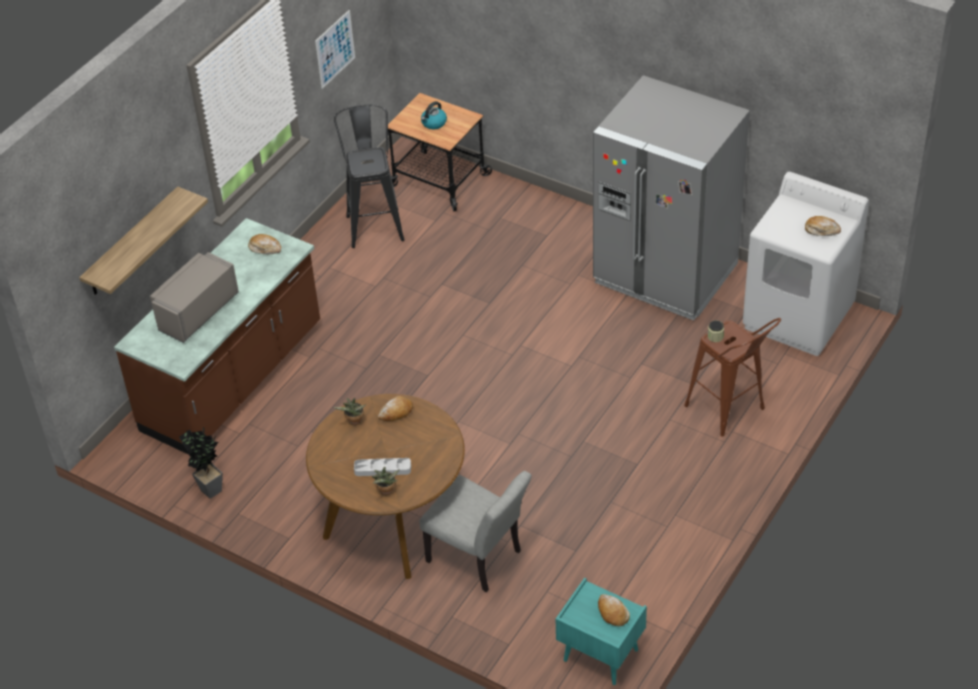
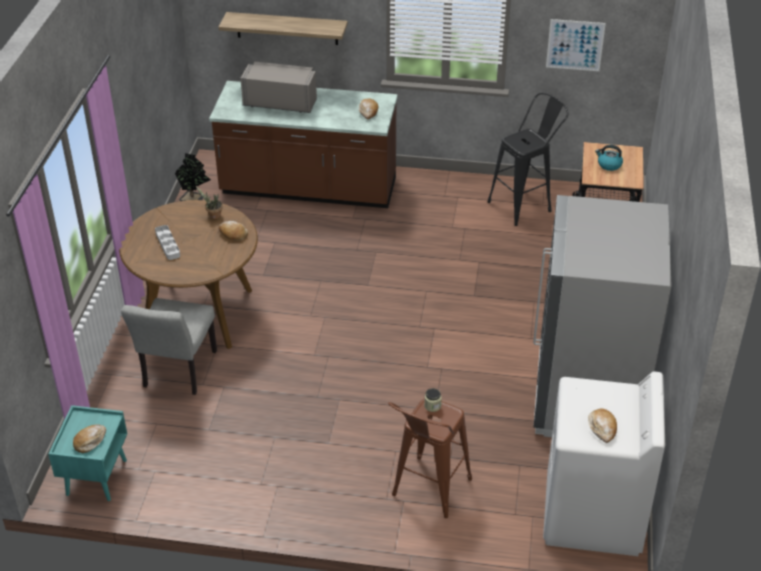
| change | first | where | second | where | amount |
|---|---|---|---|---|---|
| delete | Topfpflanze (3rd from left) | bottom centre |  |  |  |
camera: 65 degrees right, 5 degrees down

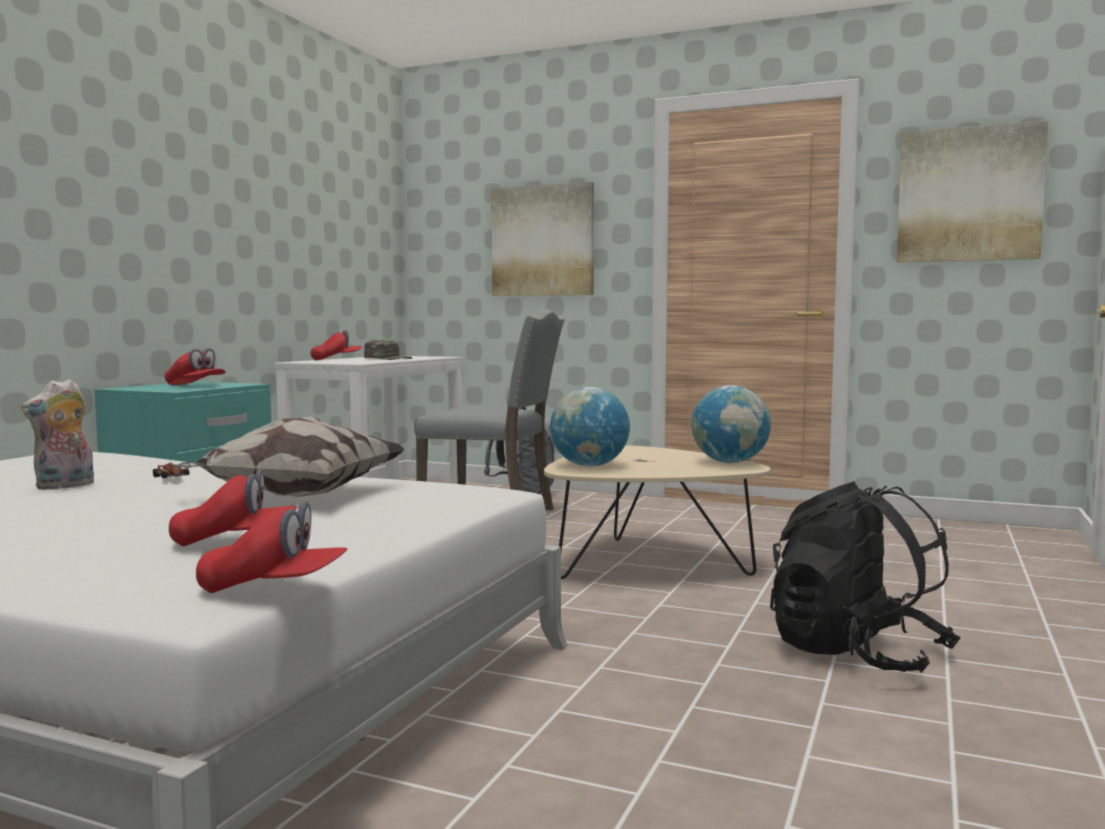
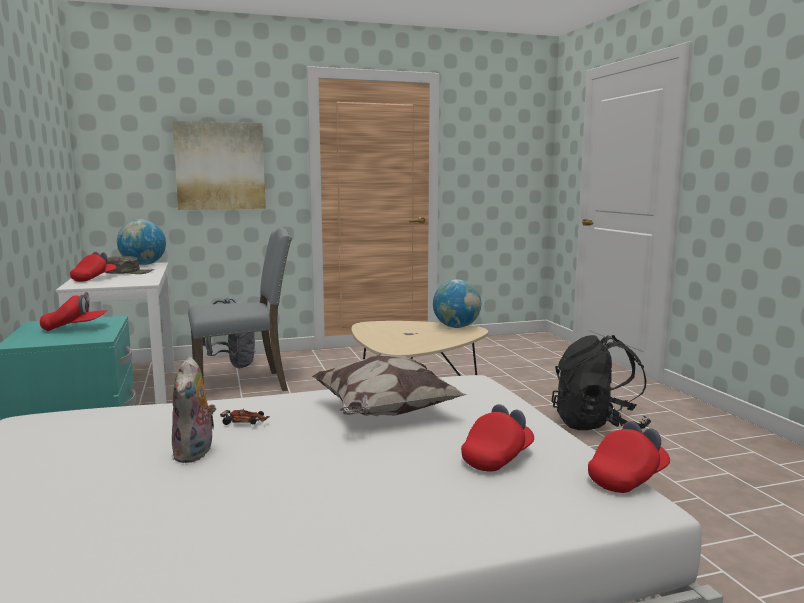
| change | first | where | second | where | amount |
|---|---|---|---|---|---|
| delete | Bild (2nd from left) | top right |  |  |  |
| move | Globus (1st from left) | centre |  | middle left |  |
camera: 40 degrees left, 5 degrees up

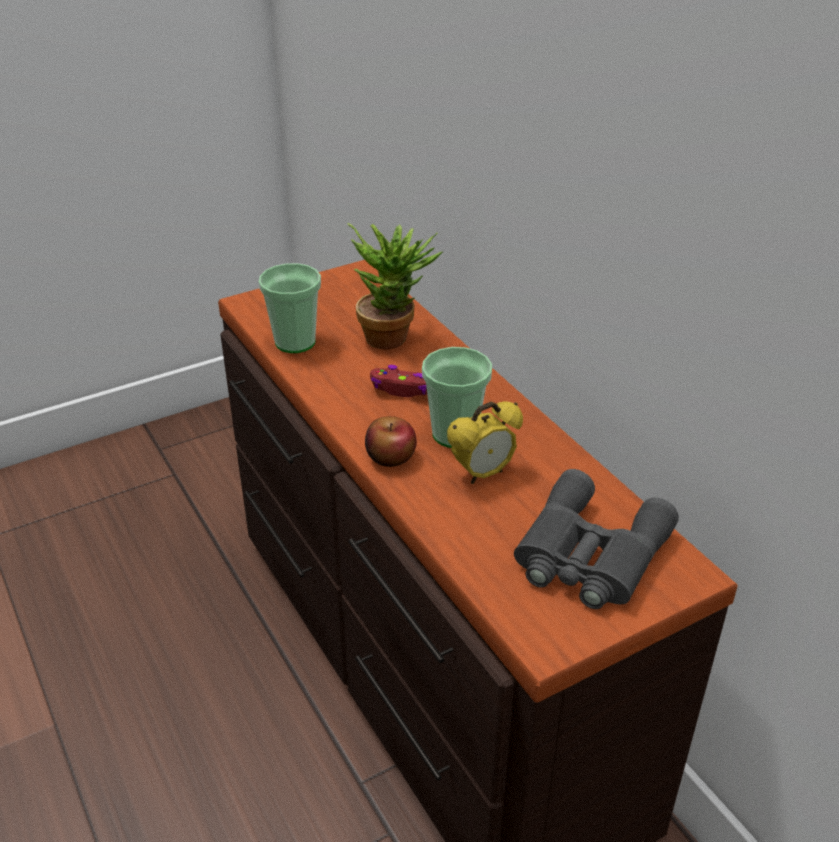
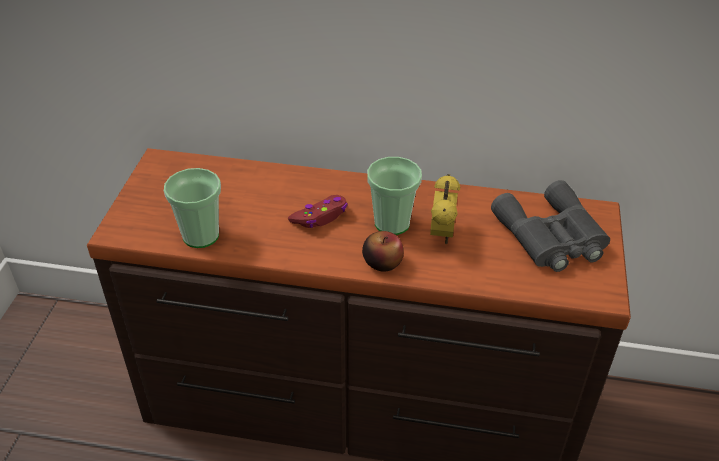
| change | first | where | second | where | amount |
|---|---|---|---|---|---|
| delete | Topfpflanze | centre |  |  |  |
camera: 50 degrees left, 5 degrees up

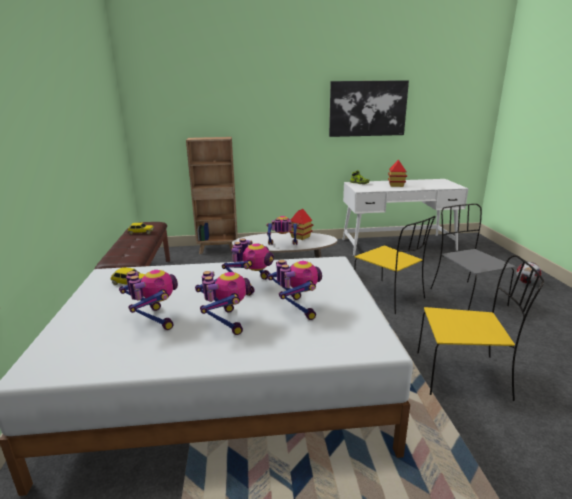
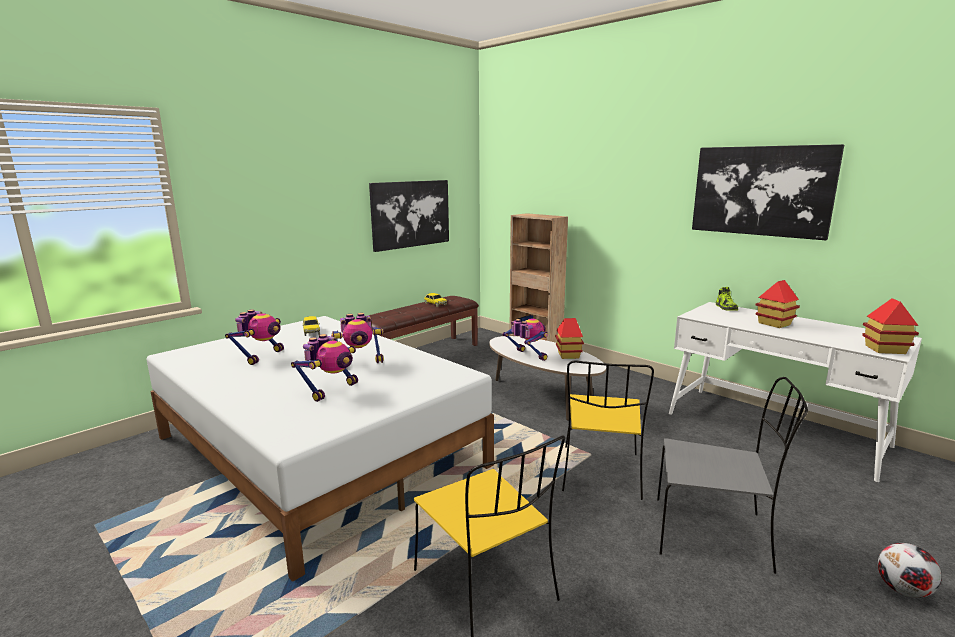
| change | first | where | second | where | amount |
|---|---|---|---|---|---|
| rotate | Stuhl (grau) | middle right |  | bottom right | 75 degrees clockwise |
| delete | Spielzeugroboter (2nd from left) | centre |  |  |  |
| insert |  |  | Bild (1st from left) | centre |  |
| insert |  |  | Spielzeughaus (3rd from left) | middle right |  |
camera: 50 degrees right, 5 degrees down

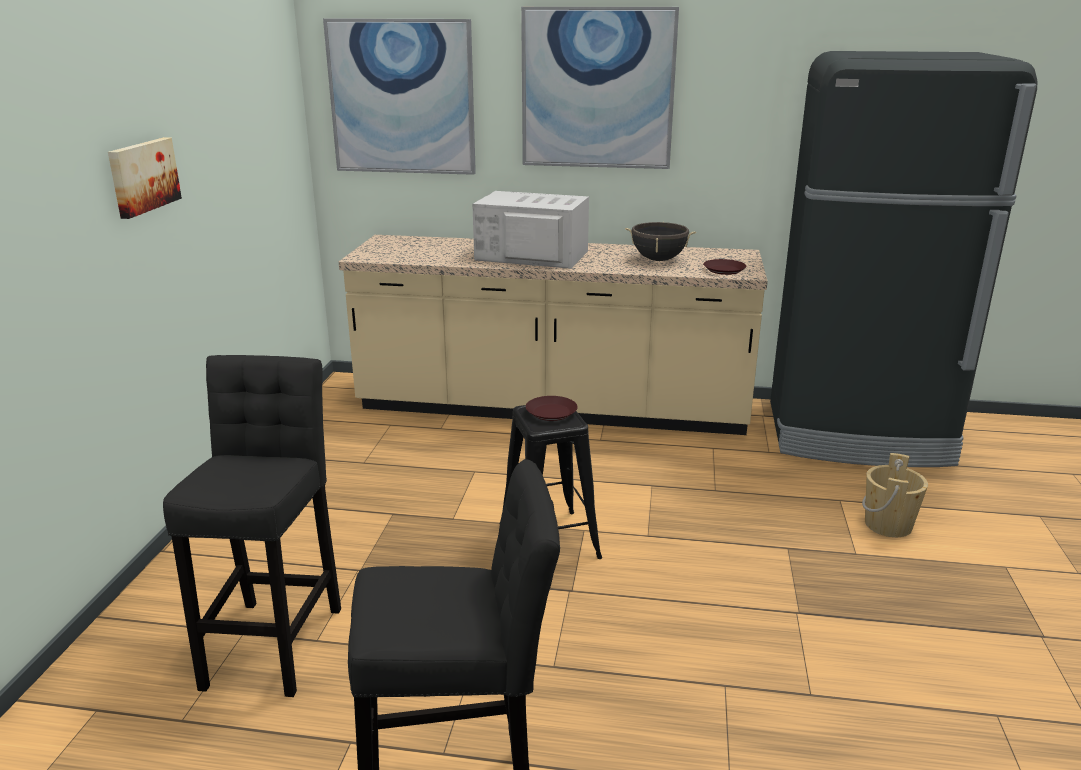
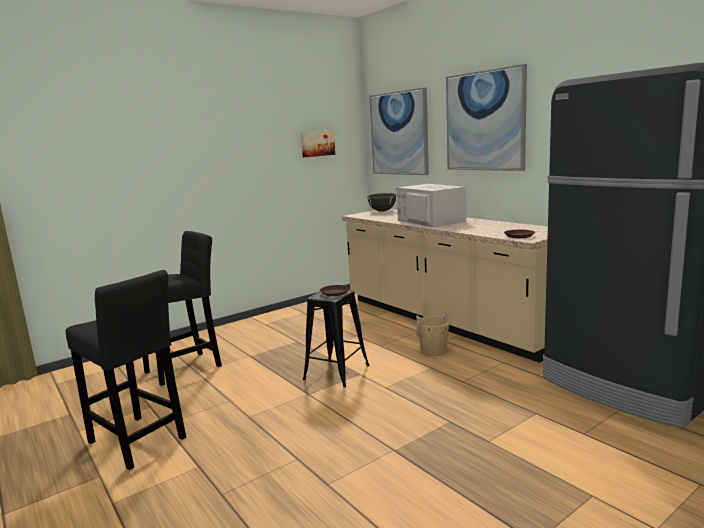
| change | first | where | second | where | amount |
|---|---|---|---|---|---|
| move | Bild (1st from left) | top left |  | top centre |  |
| move | Kochtopf (schwarz) | top centre |  | centre |  |
| move | Eimer (beige) | middle right |  | centre |  |
camera: 45 degrees right, 10 degrees down

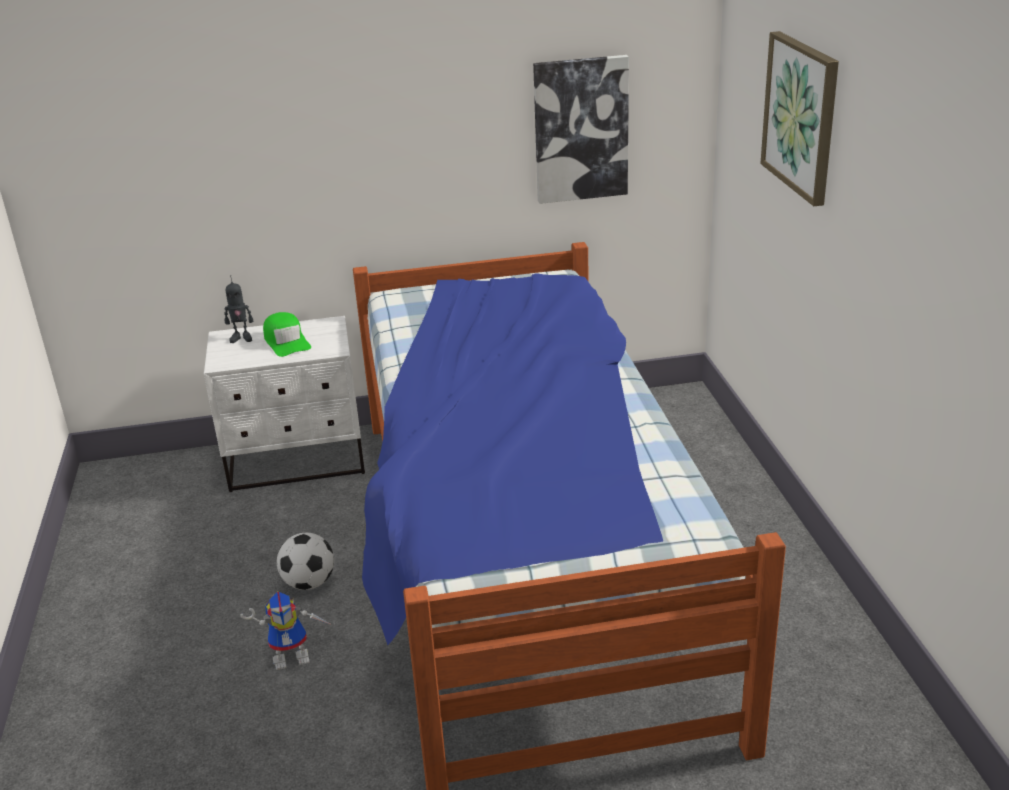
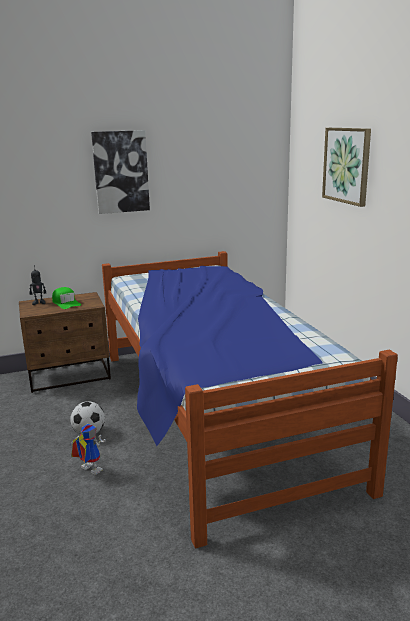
| change | first | where | second | where | amount |
|---|---|---|---|---|---|
| move | Bild (1st from left) | top centre |  | top left |  |
| recolor | Nachttisch (weiß) | middle left | Nachttisch (braun) | middle left |  |
| rotate | Spielzeugroboter (2nd from left) | bottom left |  | bottom left | 120 degrees counterclockwise |
camera: 10 degrees left, 10 degrees down

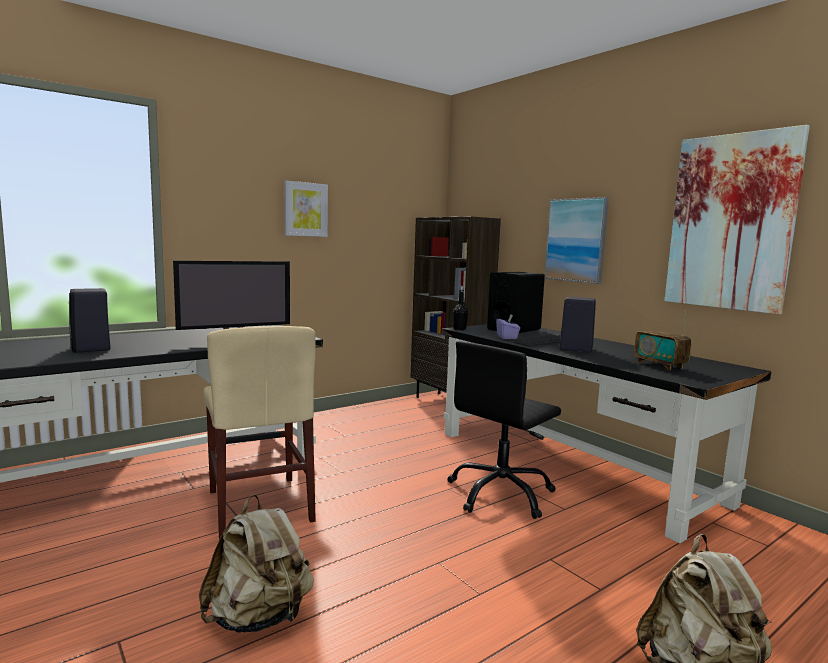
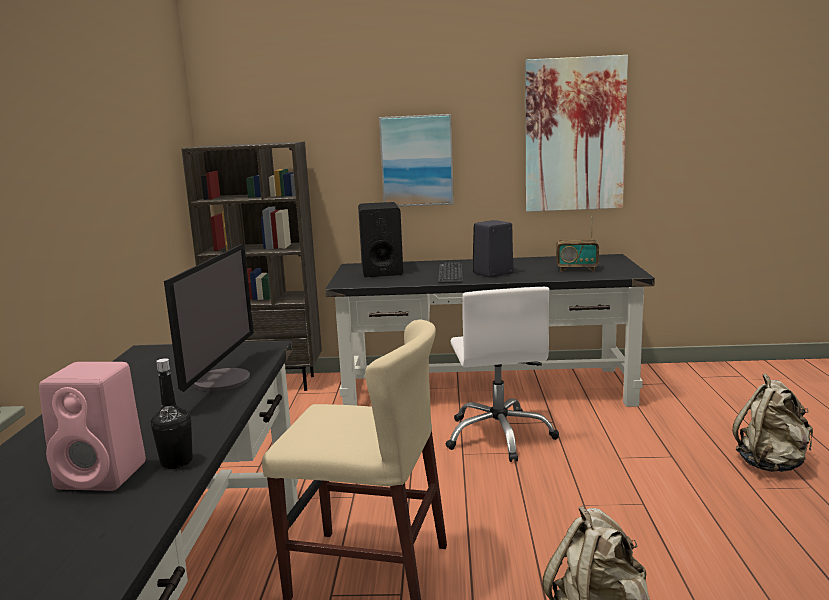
| change | first | where | second | where | amount |
|---|---|---|---|---|---|
| delete | Bild (1st from left) | top centre |  |  |  |
| move | Flasche (schwarz) | centre |  | bottom left |  |
| recolor | Lautsprecher (schwarz) (1st from left) | middle left | Lautsprecher (rosa) | bottom left |  |
| delete | Taschentuchbox (lila) | centre |  |  |  |
| recolor | Bürostuhl (schwarz) | centre | Bürostuhl (weiß) | centre |  |
camera: 50 degrees left, 5 degrees up

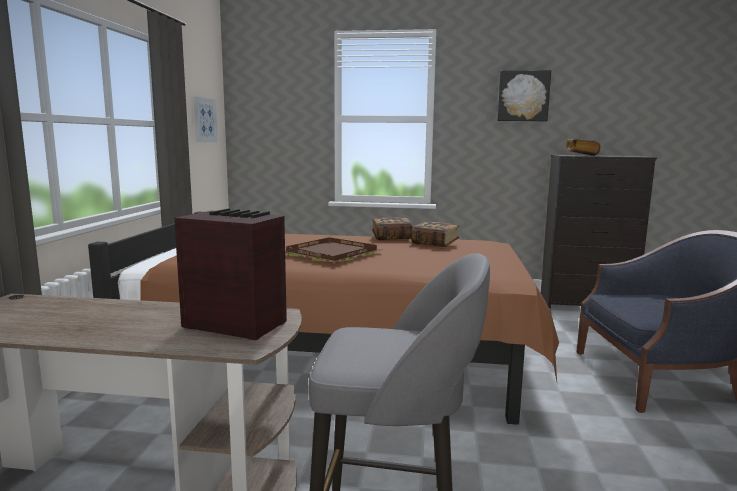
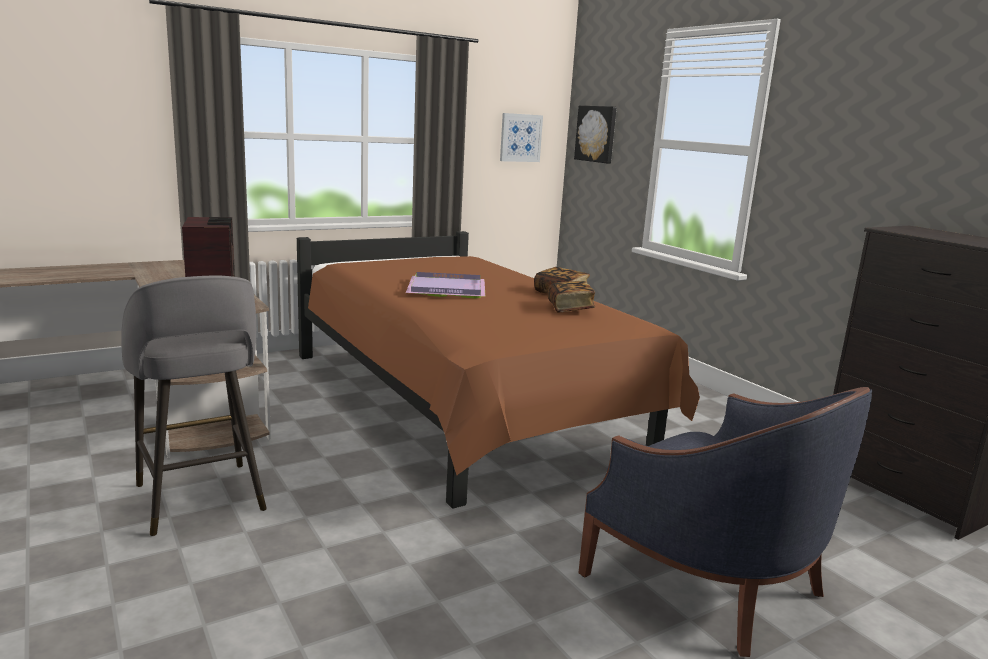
| change | first | where | second | where | amount |
|---|---|---|---|---|---|
| move | Bild (2nd from left) | top right |  | top centre |  |
| delete | Buch (3rd from left) | top right |  |  |  |
| recolor | Tablett (braun) | centre | Tablett (lila) | centre |  |
camera: 50 degrees right, 5 degrees up

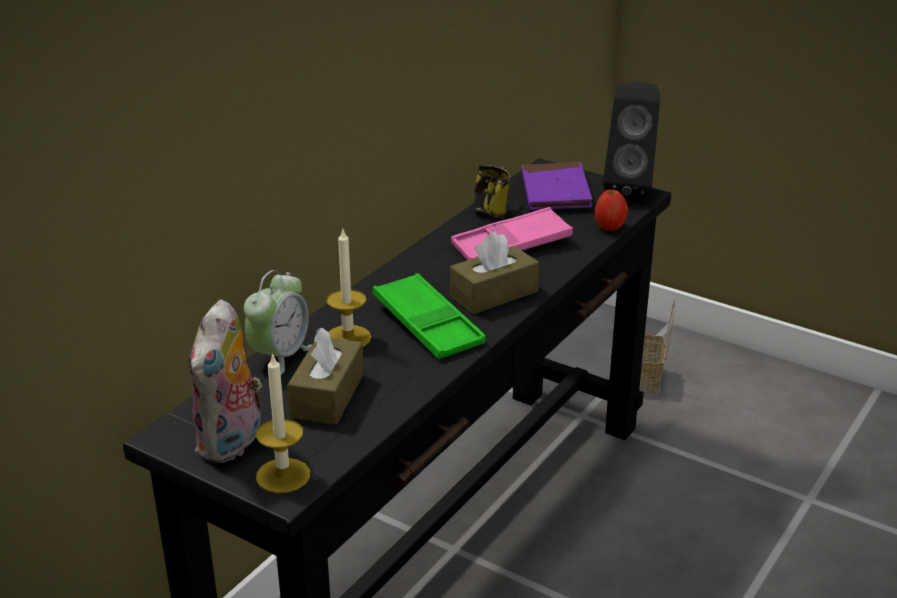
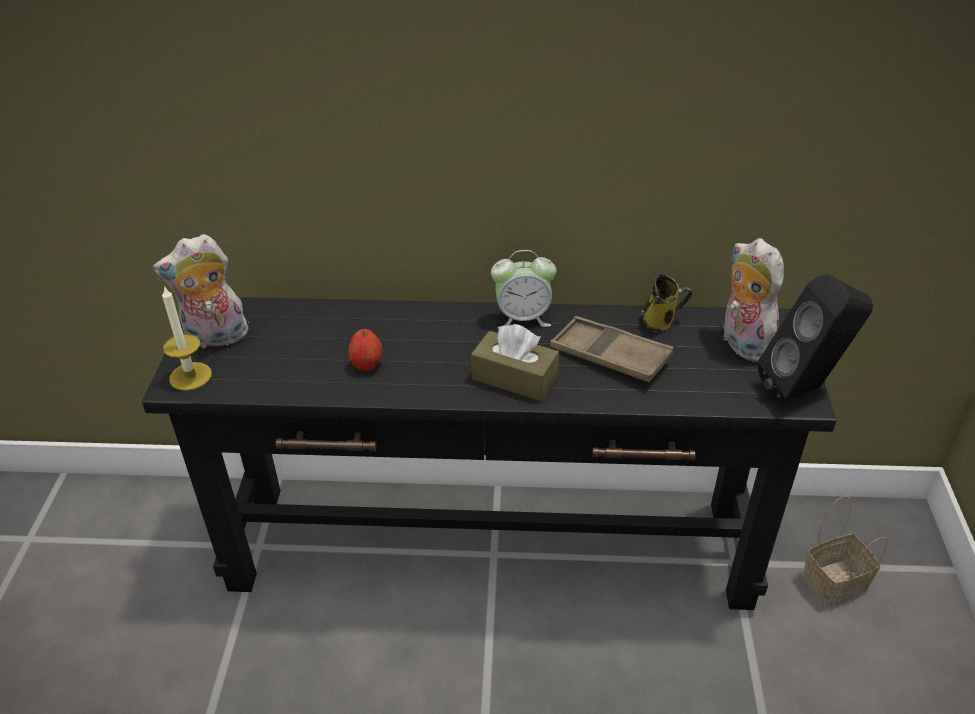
| change | first | where | second | where | amount |
|---|---|---|---|---|---|
| replace | Buch (lila) | top centre | Plüschtier (2nd from left) | middle right |  |
| move | Apfel | middle right |  | centre |  |
| recolor | Tablett (rosa) | centre | Tablett (braun) | centre |  |
| delete | Kerze (2nd from left) | centre |  |  |  |
| move | Wecker | middle left |  | centre |  |
| delete | Tablett (grün) | centre |  |  |  |
| delete | Taschentuchbox (braun) (1st from left) | centre |  |  |  |
camera: 60 degrees right, 10 degrees up

